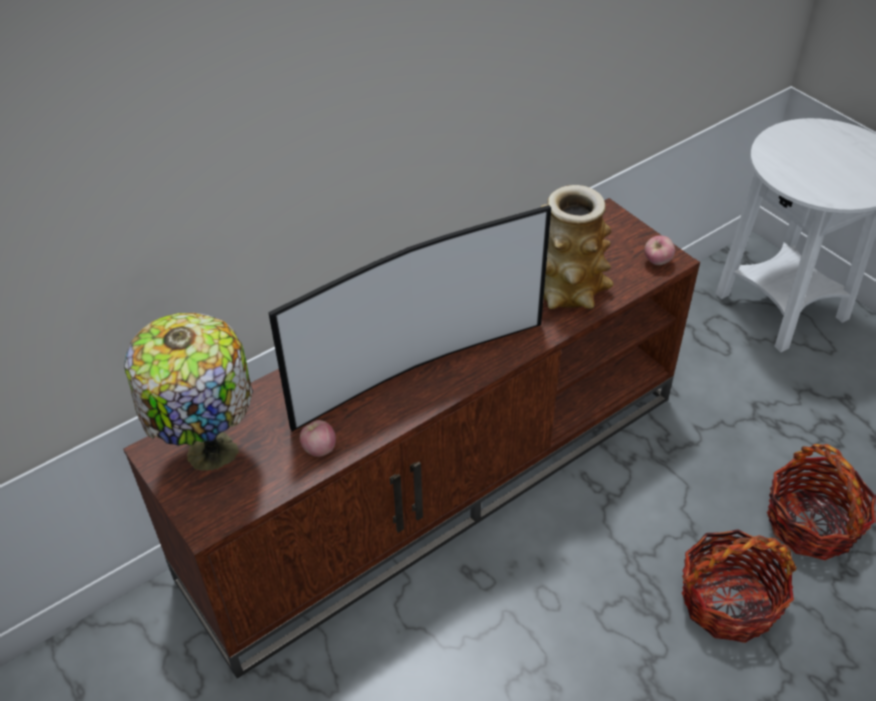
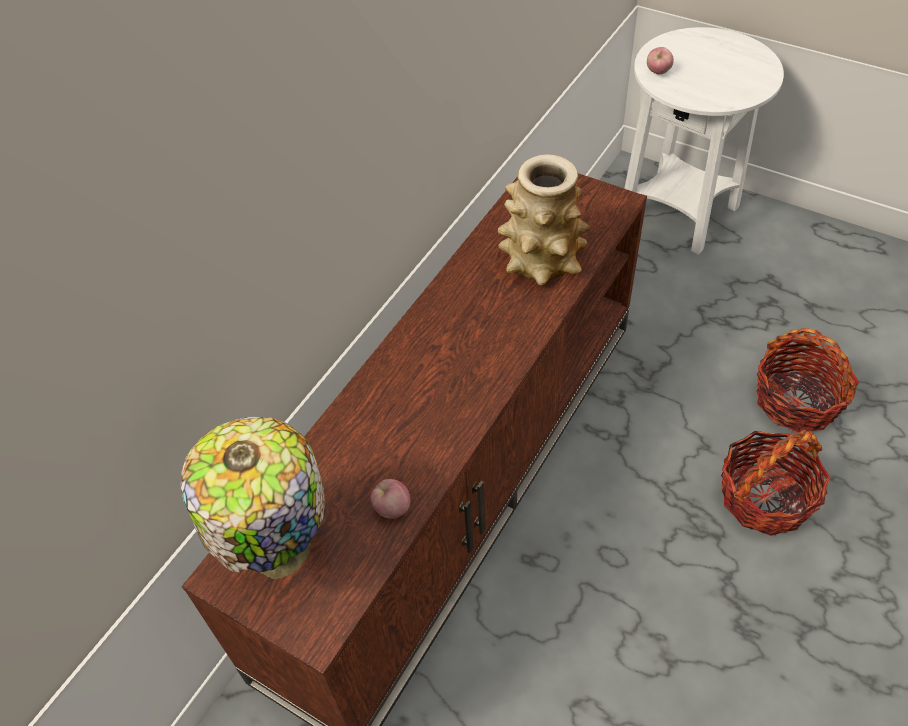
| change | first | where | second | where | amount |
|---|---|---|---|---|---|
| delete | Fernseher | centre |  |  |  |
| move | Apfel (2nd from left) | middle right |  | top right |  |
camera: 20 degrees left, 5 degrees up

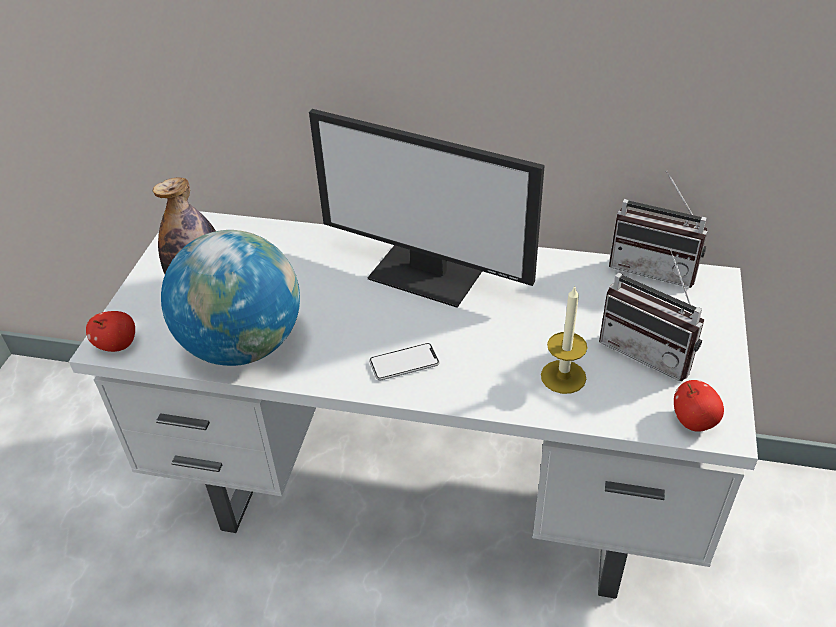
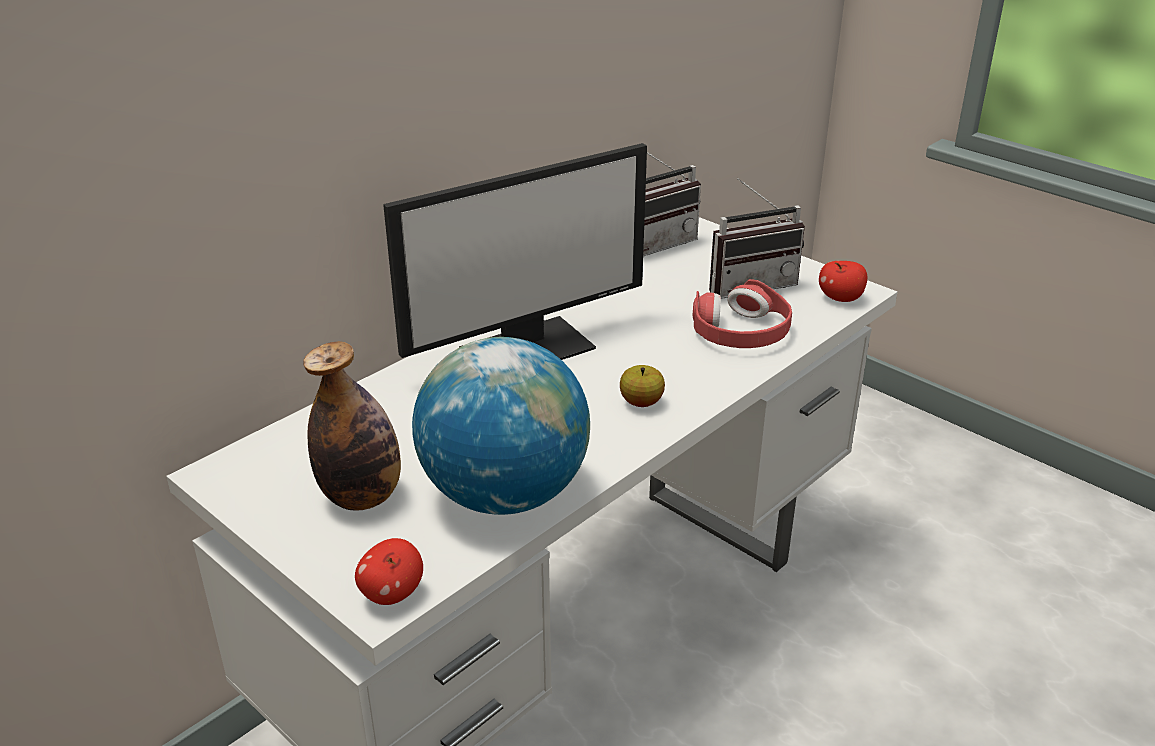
| change | first | where | second | where | amount |
|---|---|---|---|---|---|
| replace | Kerze | middle right | Kopfhörer (rot) | centre |  |
| replace | Handy | centre | Apfel (2nd from left) | centre |  |
camera: 60 degrees left, 10 degrees down

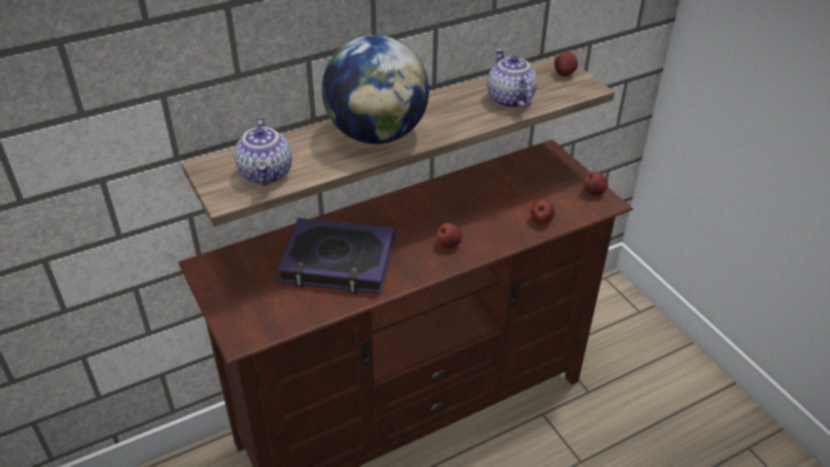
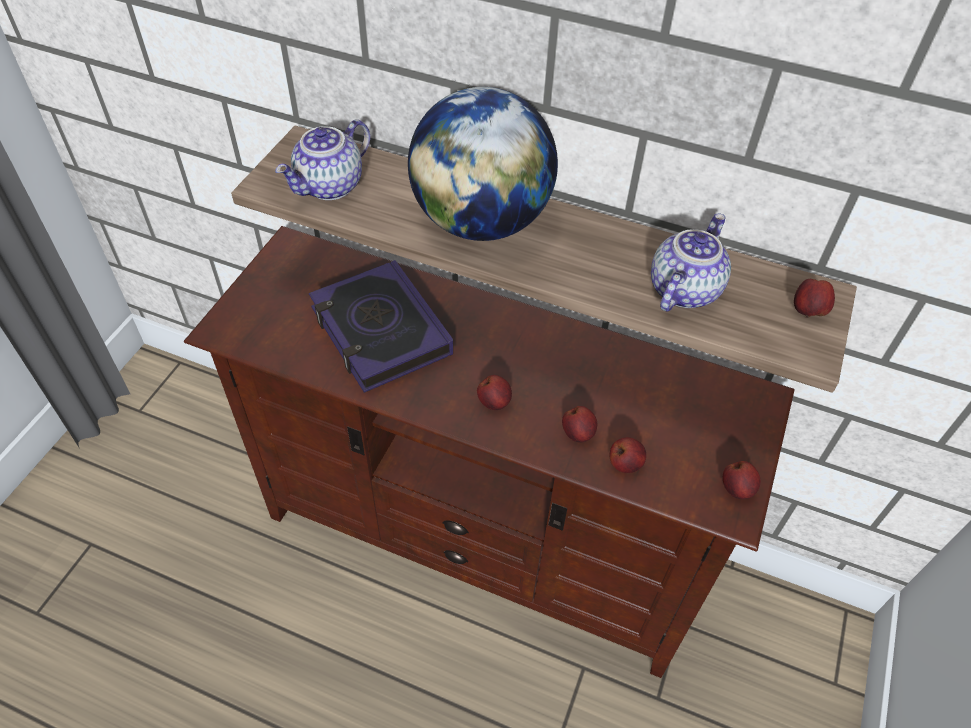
| change | first | where | second | where | amount |
|---|---|---|---|---|---|
| insert |  |  | Apfel (2nd from left) | centre |  |
camera: 50 degrees right, 10 degrees up

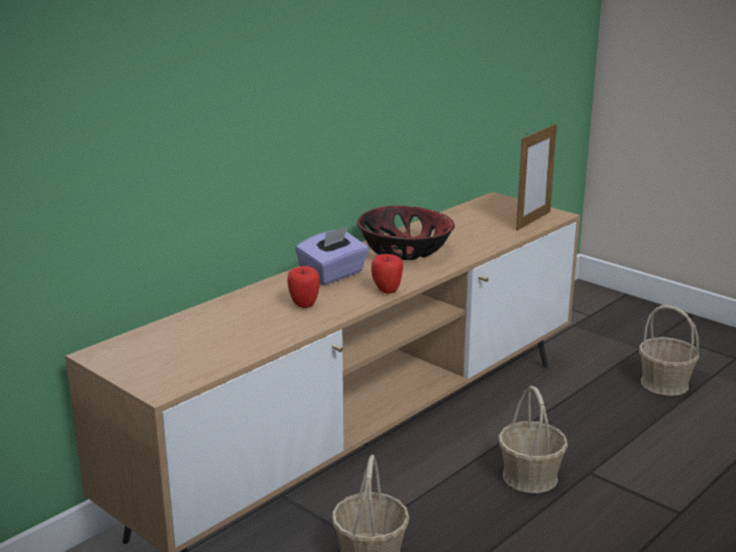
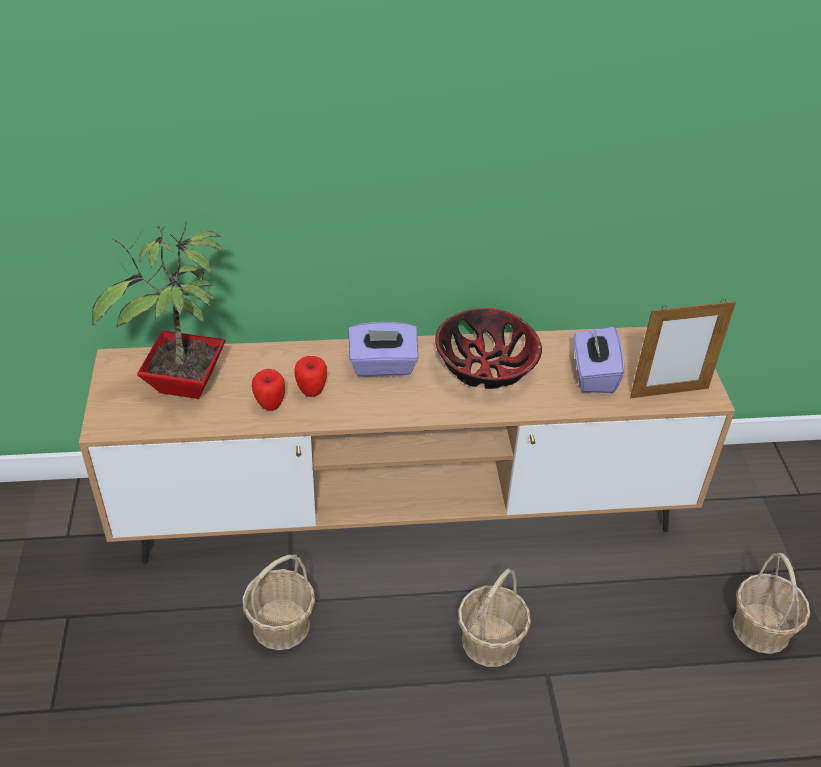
| change | first | where | second | where | amount |
|---|---|---|---|---|---|
| move | Apfel (2nd from left in the first image) | centre | Apfel (1st from left) | middle left |  |
| insert |  |  | Topfpflanze | middle left |  |
| insert |  |  | Taschentuchbox (lila) (2nd from left) | middle right |  |
camera: 40 degrees right, 20 degrees up

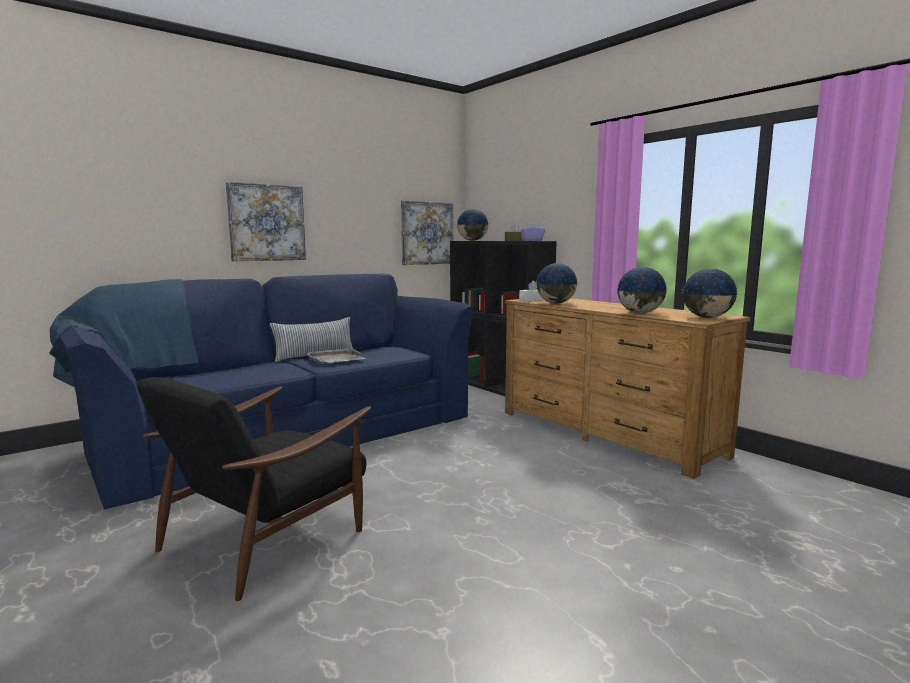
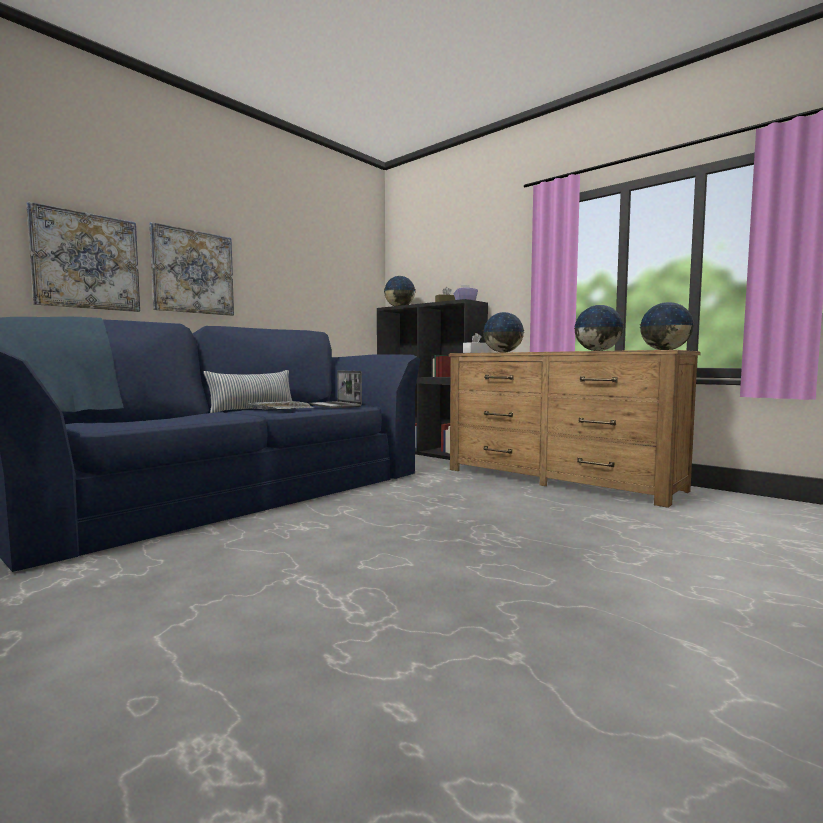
| change | first | where | second | where | amount |
|---|---|---|---|---|---|
| move | Bild (2nd from left in the first image) | centre | Bild (1st from left) | top left |  |
| delete | Sessel (schwarz) | bottom left |  |  |  |
| insert |  |  | Laptop | centre |  |
camera: 10 degrees left, 5 degrees down

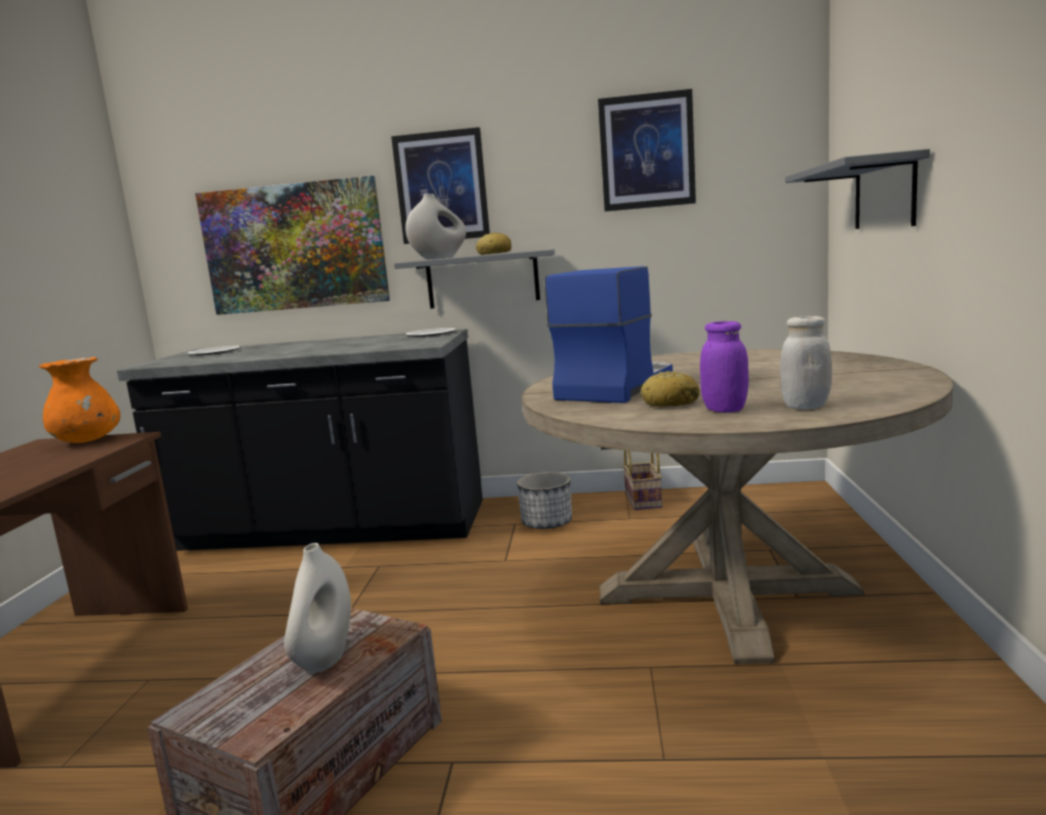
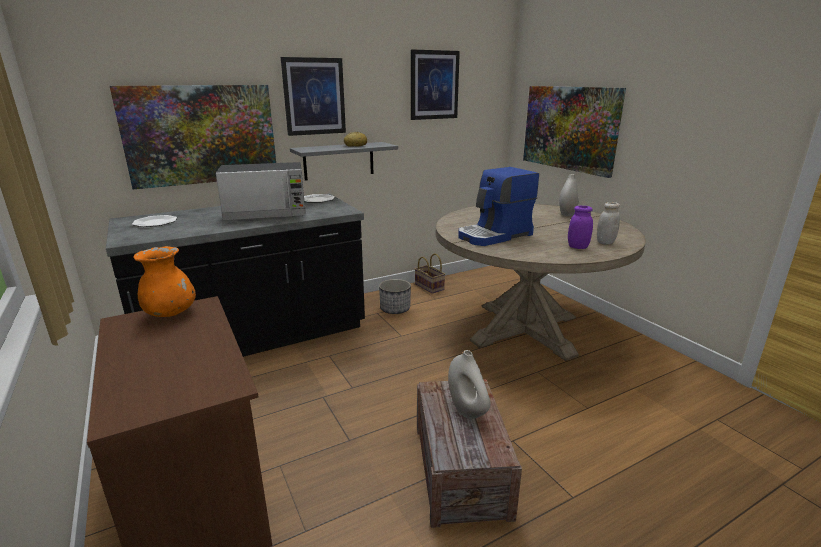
| change | first | where | second | where | amount |
|---|---|---|---|---|---|
| replace | Wandregal (grau) (2nd from left) | top right | Bild (4th from left) | top right |  |
| move | Vase (weiß) (2nd from left) | top centre |  | middle right |  |
| rotate | Kaffeemaschine | centre |  | centre | 120 degrees counterclockwise |
| delete | Brot (2nd from left) | centre |  |  |  |
| insert |  |  | Mikrowelle | middle left |  |
camera: 35 degrees left, 10 degrees up

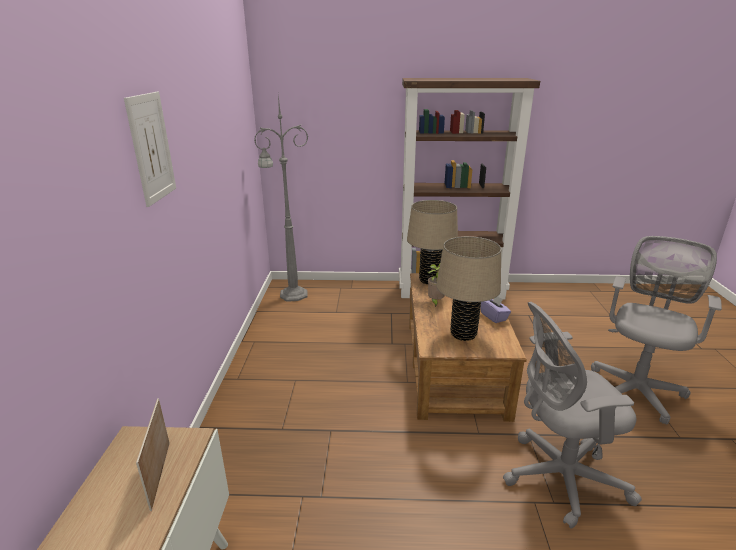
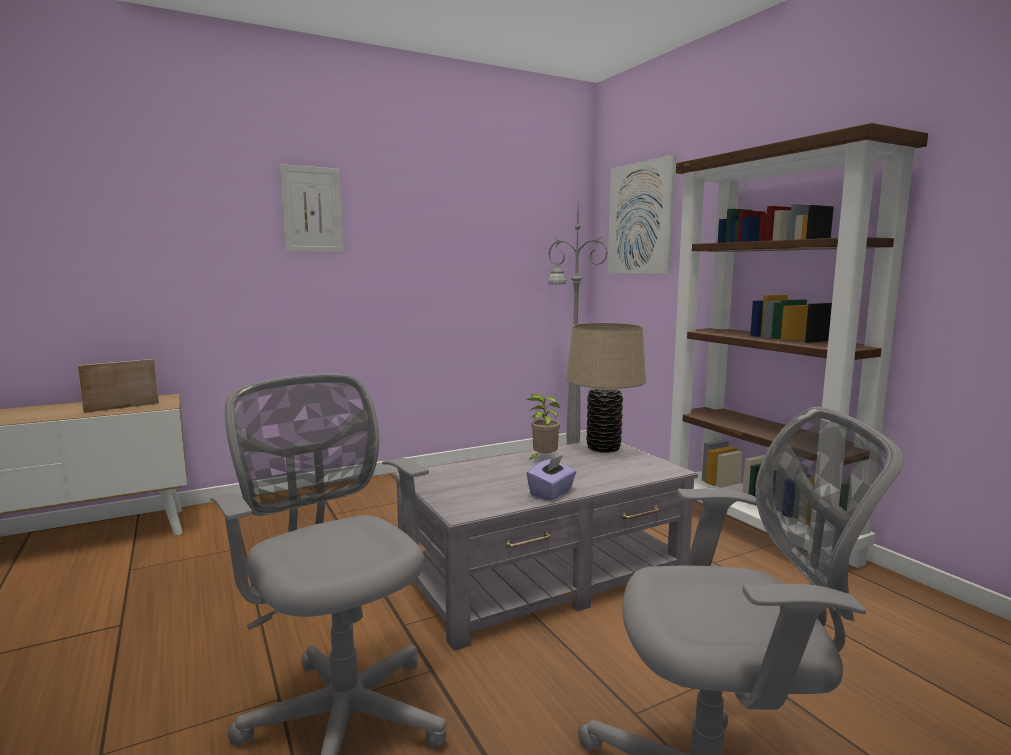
| change | first | where | second | where | amount |
|---|---|---|---|---|---|
| delete | Tischlampe (beige) (2nd from left) | centre |  |  |  |
| recolor | Couchtisch (braun) | centre | Couchtisch (grau) | bottom centre |  |
| insert |  |  | Bild (2nd from left) | top centre |  |
camera: 60 degrees right, 15 degrees down

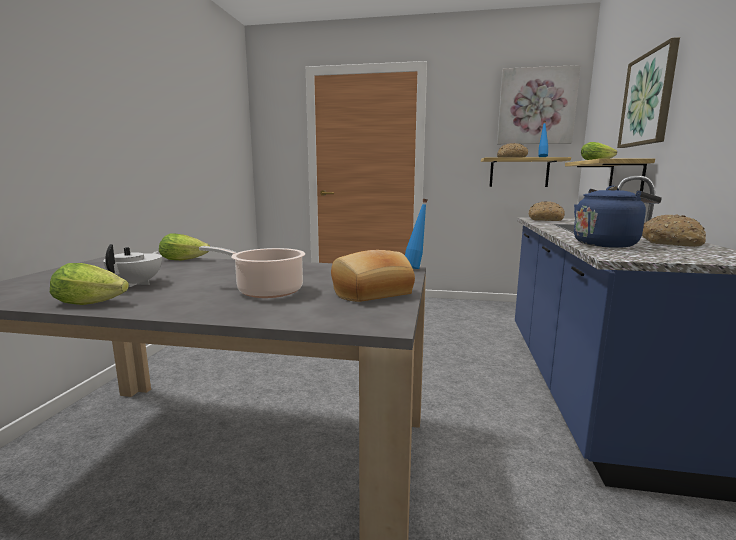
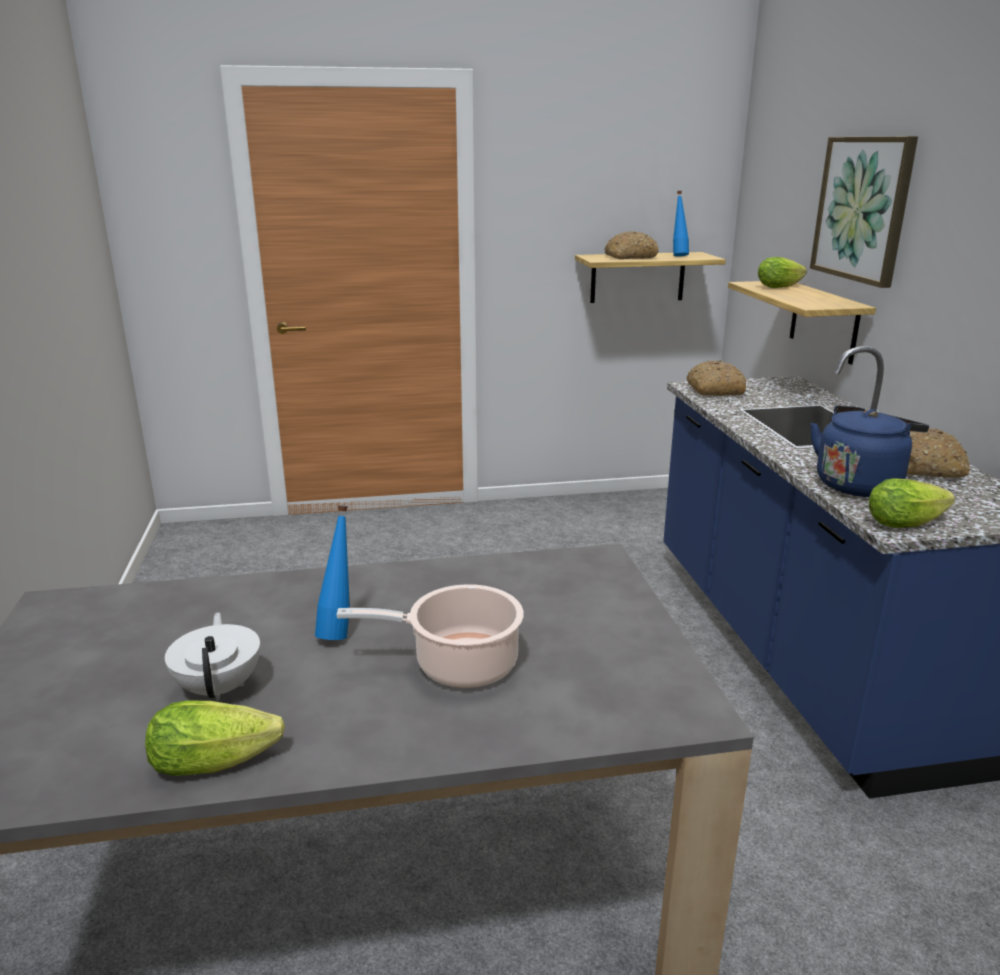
| change | first | where | second | where | amount |
|---|---|---|---|---|---|
| delete | Bild (1st from left) | top right |  |  |  |
| move | Flasche (blau) (1st from left) | centre |  | middle left |  |
| move | Salatkopf (2nd from left in the first image) | middle left | Salatkopf (3rd from left) | middle right |  |
| delete | Brot (1st from left) | centre |  |  |  |
camera: 20 degrees left, 10 degrees up

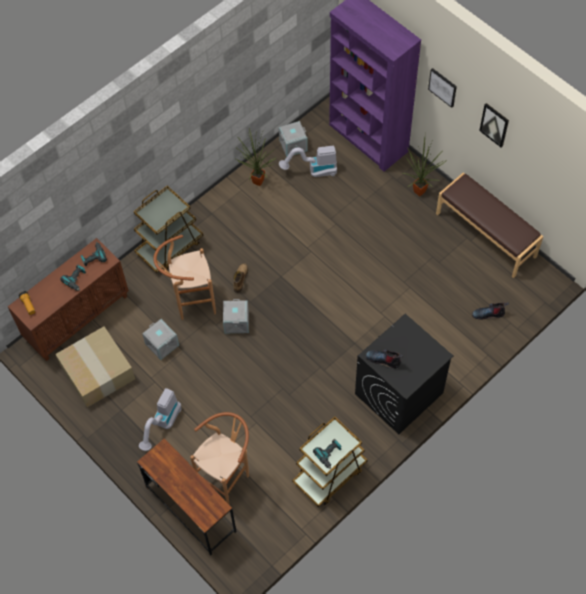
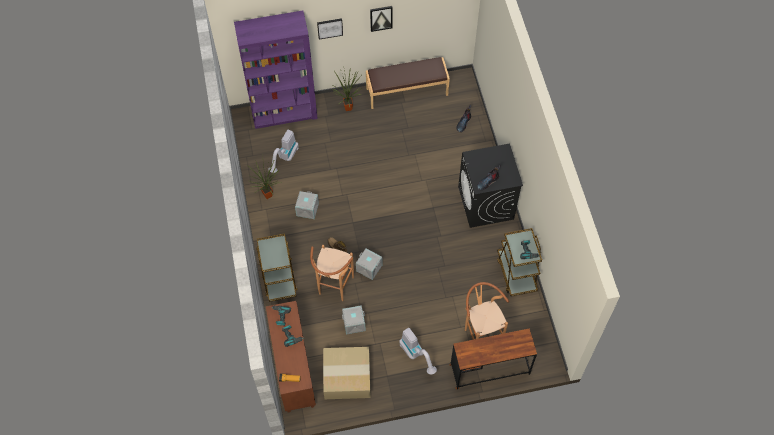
| change | first | where | second | where | amount |
|---|---|---|---|---|---|
| move | Aufbewahrungsbox (grau) (3rd from left in the first image) | top centre | Aufbewahrungsbox (grau) (1st from left) | centre |  |
camera: 60 degrees left, 0 degrees up

